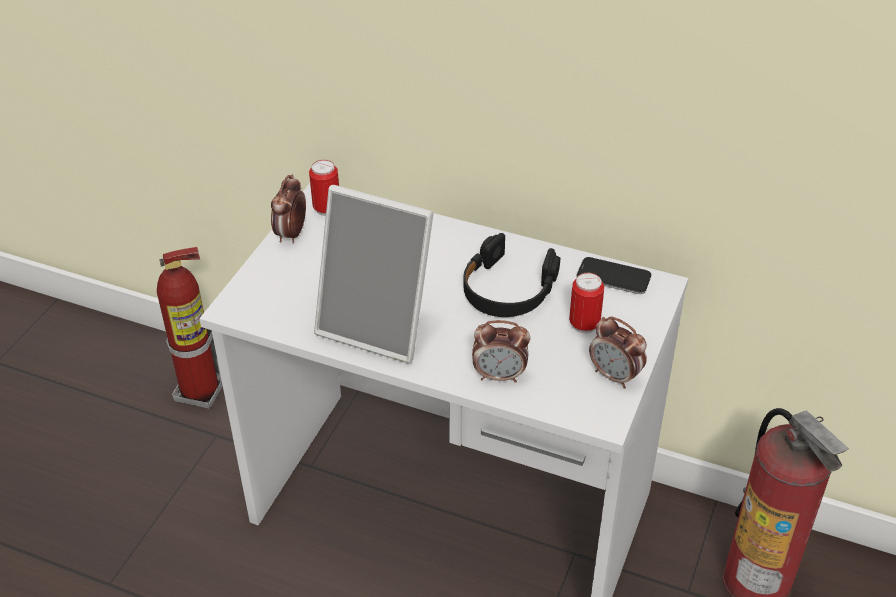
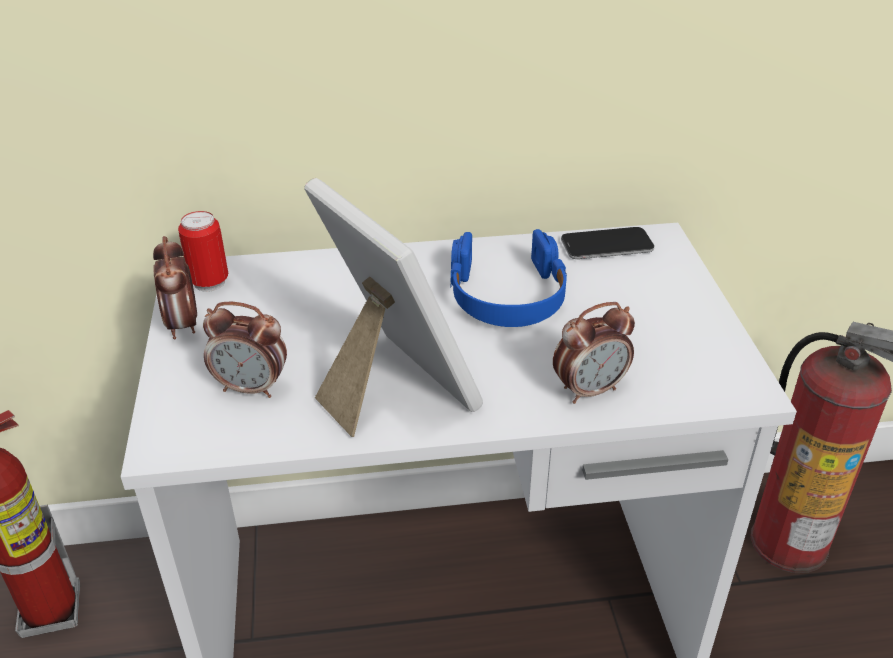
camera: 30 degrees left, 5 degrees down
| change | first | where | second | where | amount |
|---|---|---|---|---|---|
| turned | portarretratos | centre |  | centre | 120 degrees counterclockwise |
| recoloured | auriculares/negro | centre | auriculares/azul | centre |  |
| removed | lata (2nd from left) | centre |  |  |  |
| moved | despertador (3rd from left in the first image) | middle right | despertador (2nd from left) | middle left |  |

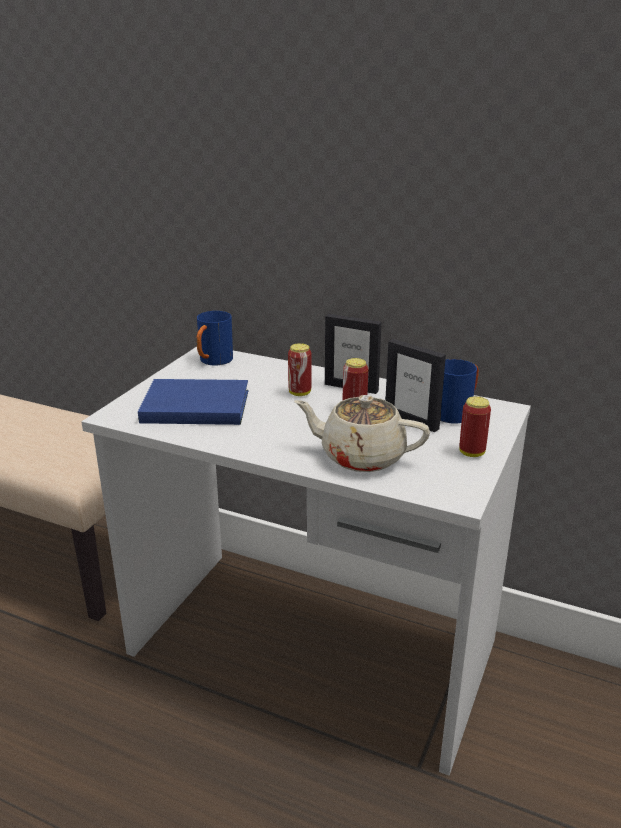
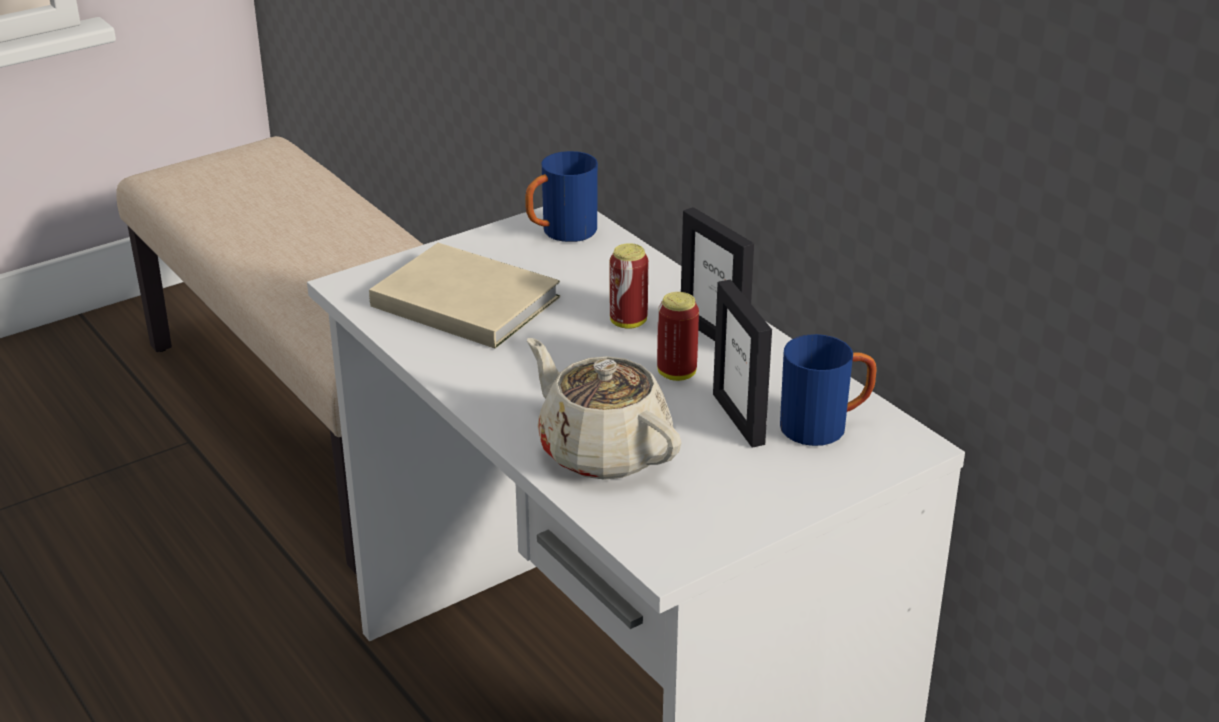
camera: 30 degrees right, 5 degrees up
| change | first | where | second | where | amount |
|---|---|---|---|---|---|
| recoloured | libro/azul | middle left | libro/beis | centre |  |
| removed | lata (3rd from left) | middle right |  |  |  |

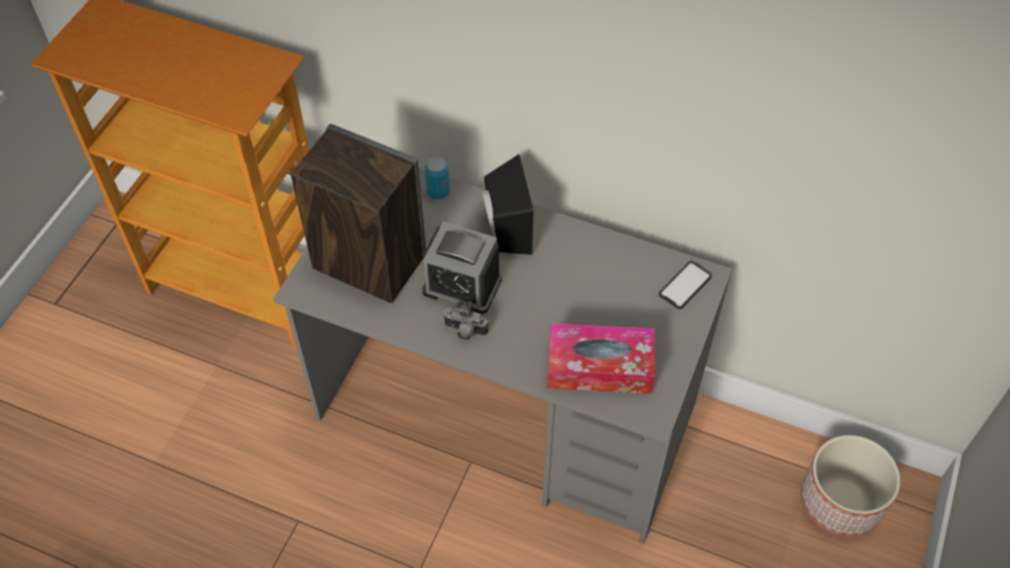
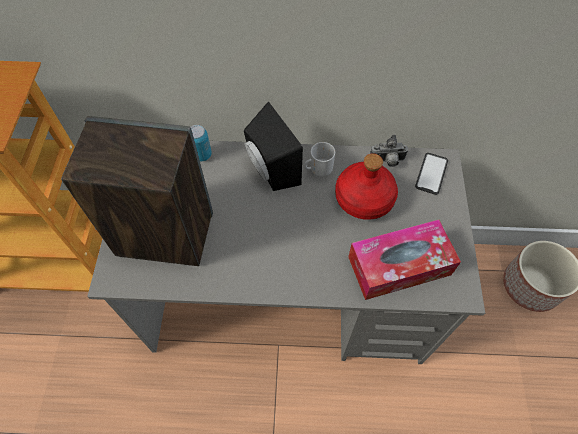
camera: 20 degrees left, 5 degrees up
| change | first | where | second | where | amount |
|---|---|---|---|---|---|
| removed | despertador | centre |  |  |  |
| moved | cámara | centre |  | middle right |  |
| added |  |  | taza grande | centre |  |
| added |  |  | botella/rojo | centre |  |

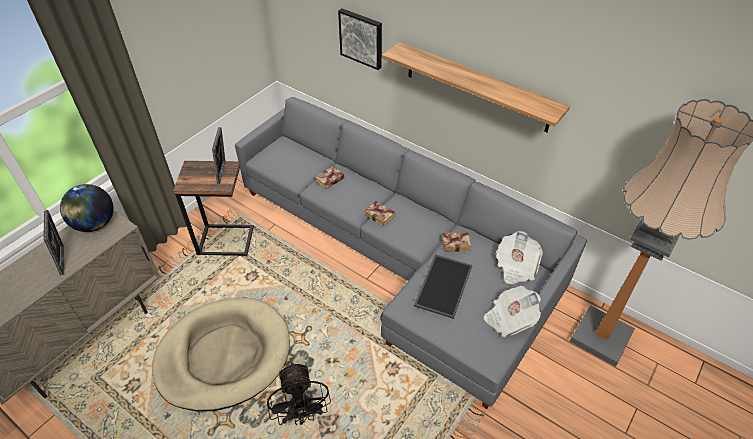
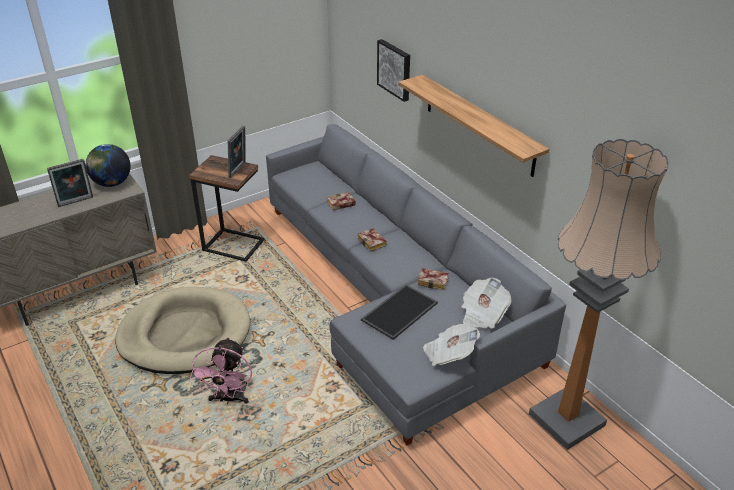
camera: 20 degrees right, 10 degrees down
| change | first | where | second | where | amount |
|---|---|---|---|---|---|
| turned | portarretratos (1st from left) | middle left |  | middle left | 60 degrees clockwise |
| recoloured | ventilador/negro | bottom centre | ventilador/rosa | bottom left |  |

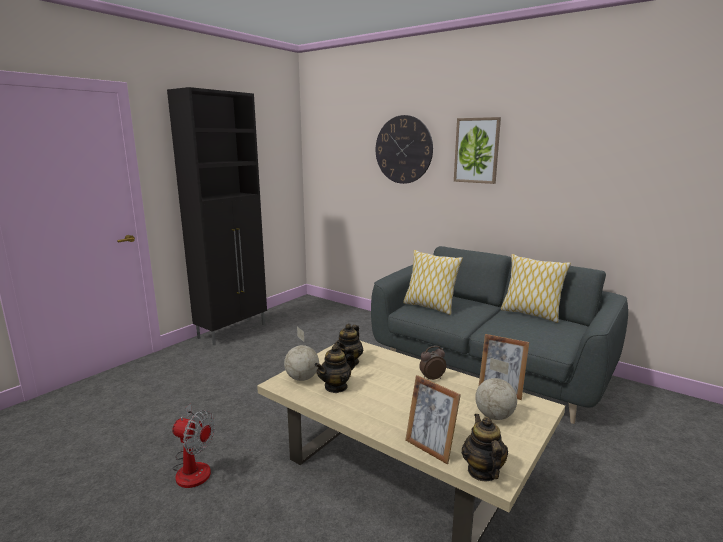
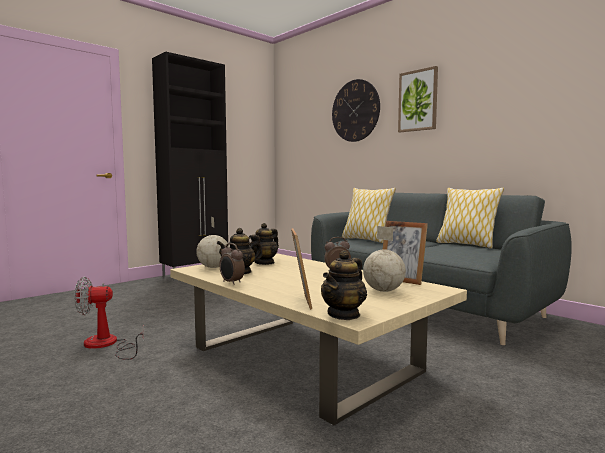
camera: 10 degrees right, 10 degrees down
| change | first | where | second | where | amount |
|---|---|---|---|---|---|
| turned | portarretratos (1st from left) | bottom centre |  | centre | 150 degrees counterclockwise |
| turned | ventilador | bottom left |  | bottom left | 135 degrees clockwise |
| turned | tetera (3rd from left) | bottom right |  | centre | 150 degrees counterclockwise |
| added |  |  | despertador (1st from left) | centre |  |

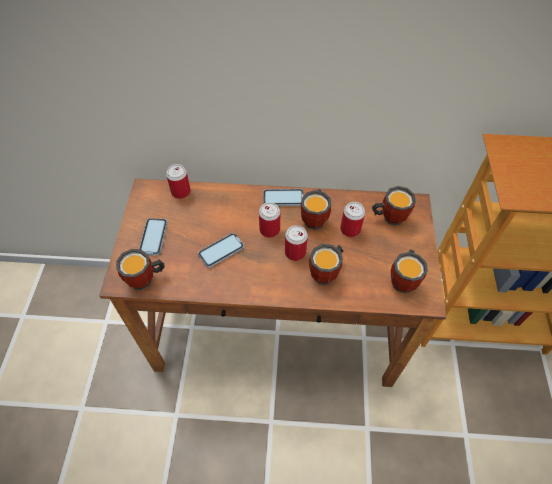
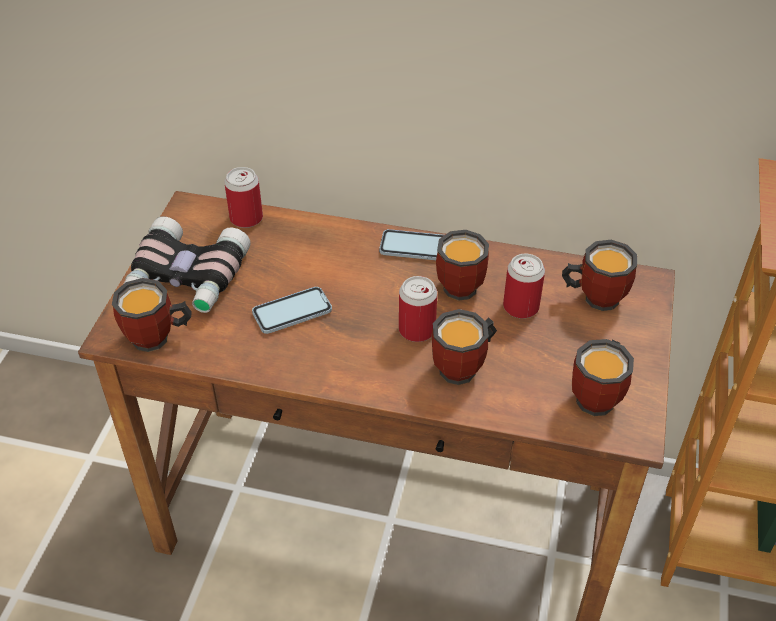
camera: 10 degrees right, 10 degrees down
| change | first | where | second | where | amount |
|---|---|---|---|---|---|
| removed | lata (2nd from left) | centre |  |  |  |
| replaced | móvil (1st from left) | middle left | prismáticos | middle left |  |

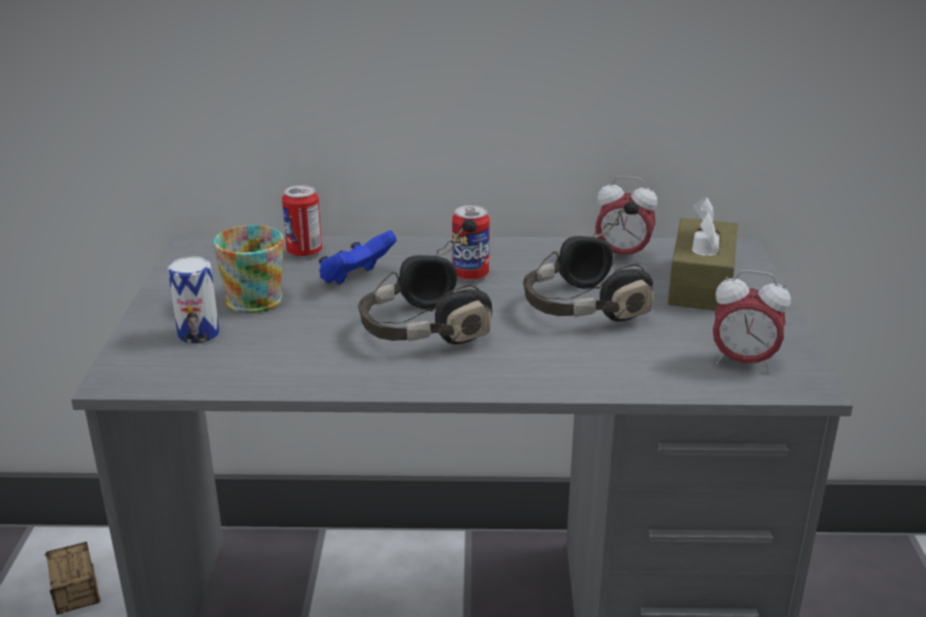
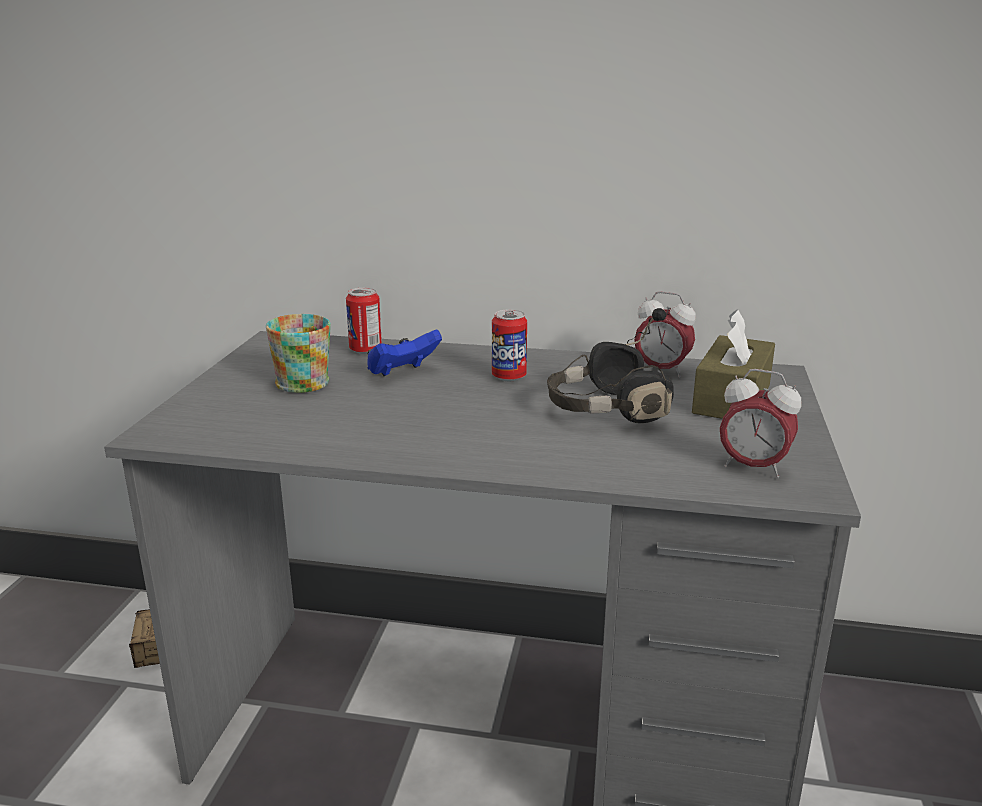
camera: 10 degrees right, 5 degrees down
| change | first | where | second | where | amount |
|---|---|---|---|---|---|
| removed | auriculares/negro (1st from left) | centre |  |  |  |
| removed | lata (1st from left) | middle left |  |  |  |

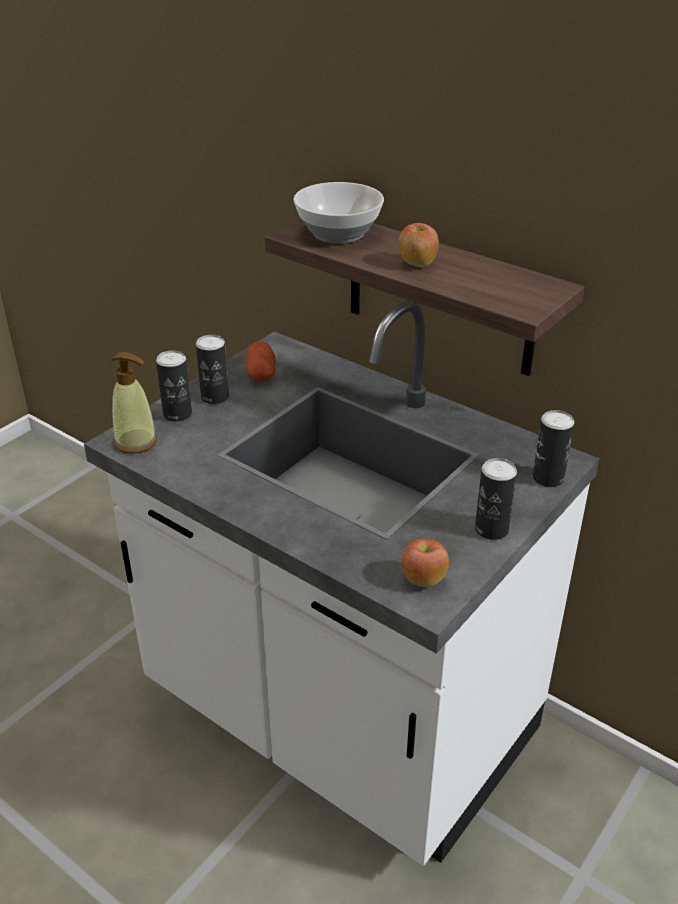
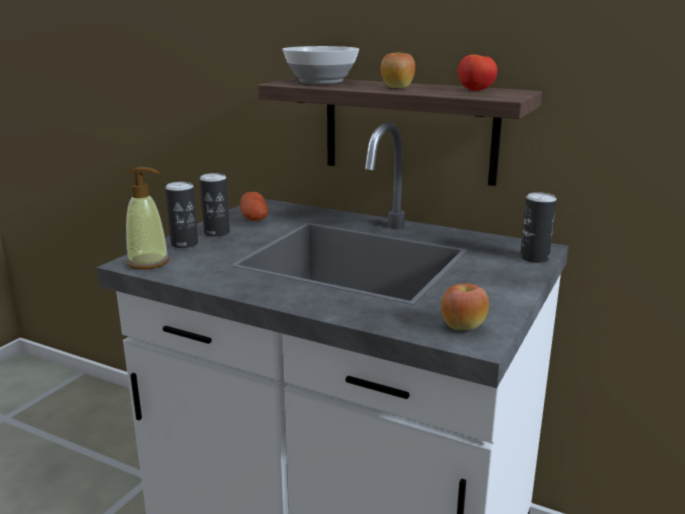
camera: 10 degrees left, 15 degrees down
| change | first | where | second | where | amount |
|---|---|---|---|---|---|
| removed | lata (3rd from left) | middle right |  |  |  |
| added |  |  | tomate | top right |  |

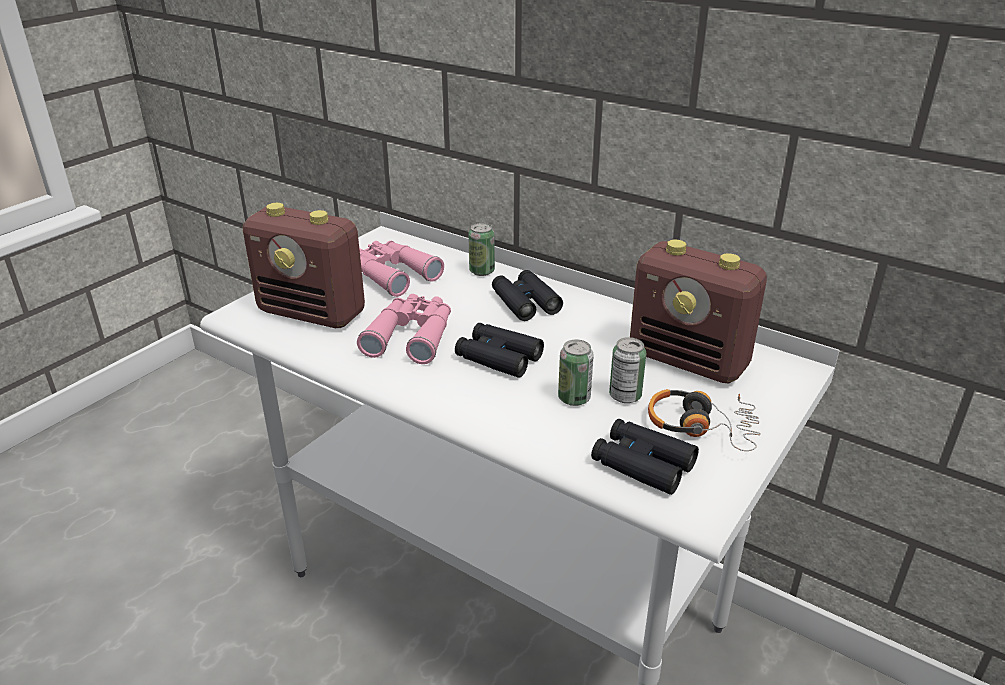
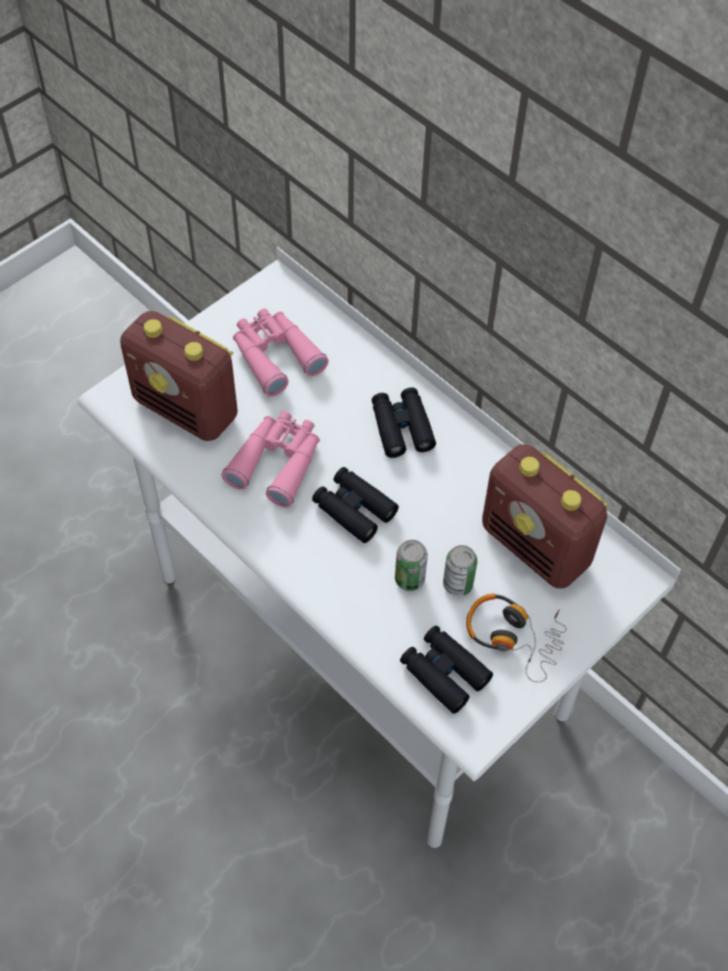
camera: 10 degrees right, 25 degrees up
| change | first | where | second | where | amount |
|---|---|---|---|---|---|
| removed | lata (1st from left) | centre |  |  |  |

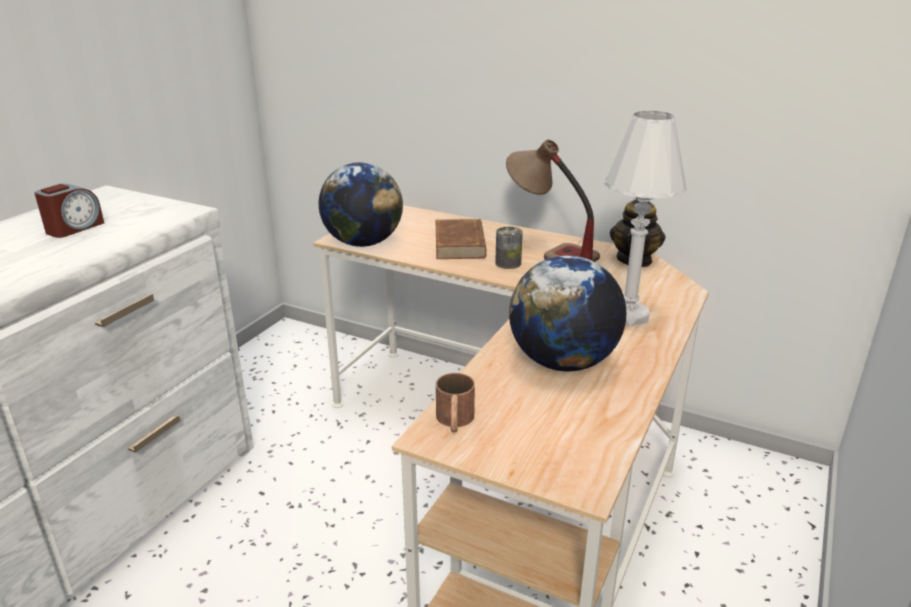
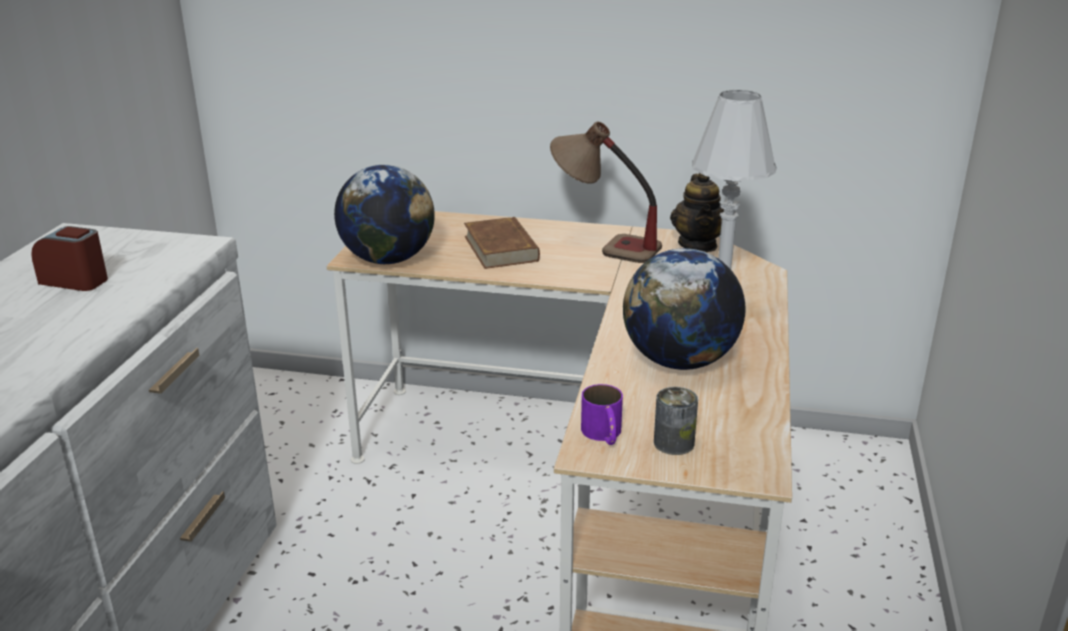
camera: 15 degrees left, 0 degrees up
| change | first | where | second | where | amount |
|---|---|---|---|---|---|
| turned | despertador | middle left |  | middle left | 90 degrees counterclockwise |
| moved | lata | centre |  | bottom centre |  |
| recoloured | taza grande/marrón | centre | taza grande/morado | centre |  |

